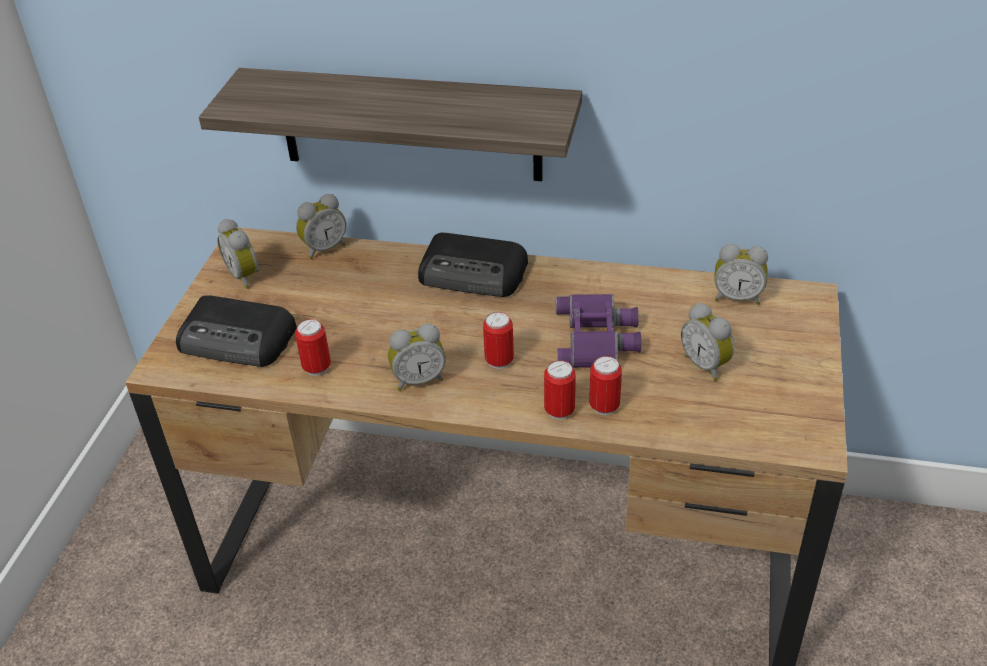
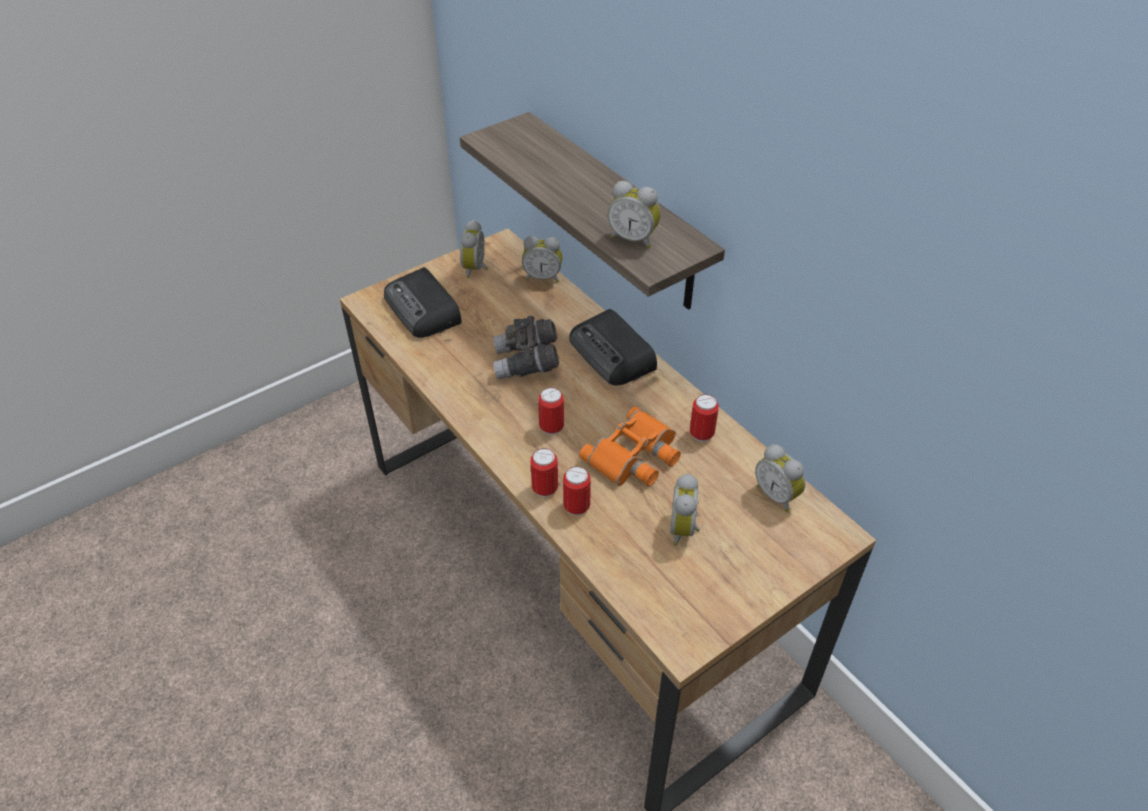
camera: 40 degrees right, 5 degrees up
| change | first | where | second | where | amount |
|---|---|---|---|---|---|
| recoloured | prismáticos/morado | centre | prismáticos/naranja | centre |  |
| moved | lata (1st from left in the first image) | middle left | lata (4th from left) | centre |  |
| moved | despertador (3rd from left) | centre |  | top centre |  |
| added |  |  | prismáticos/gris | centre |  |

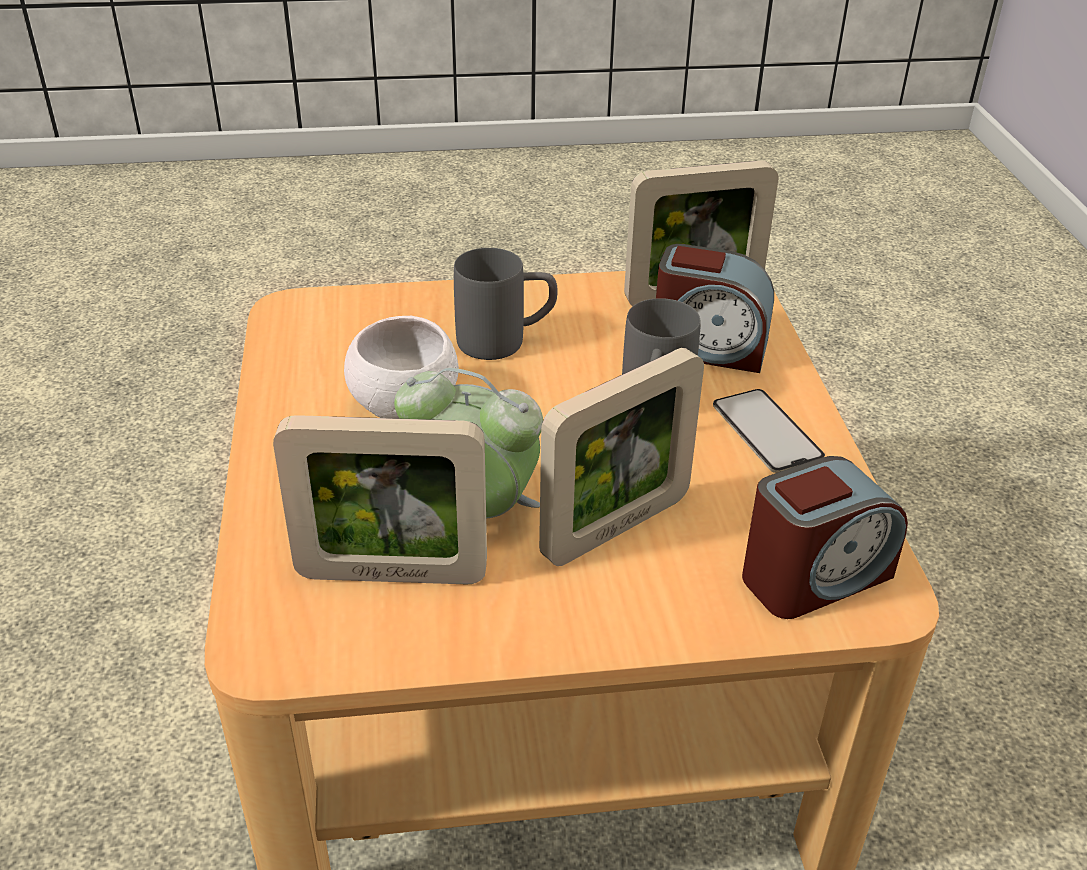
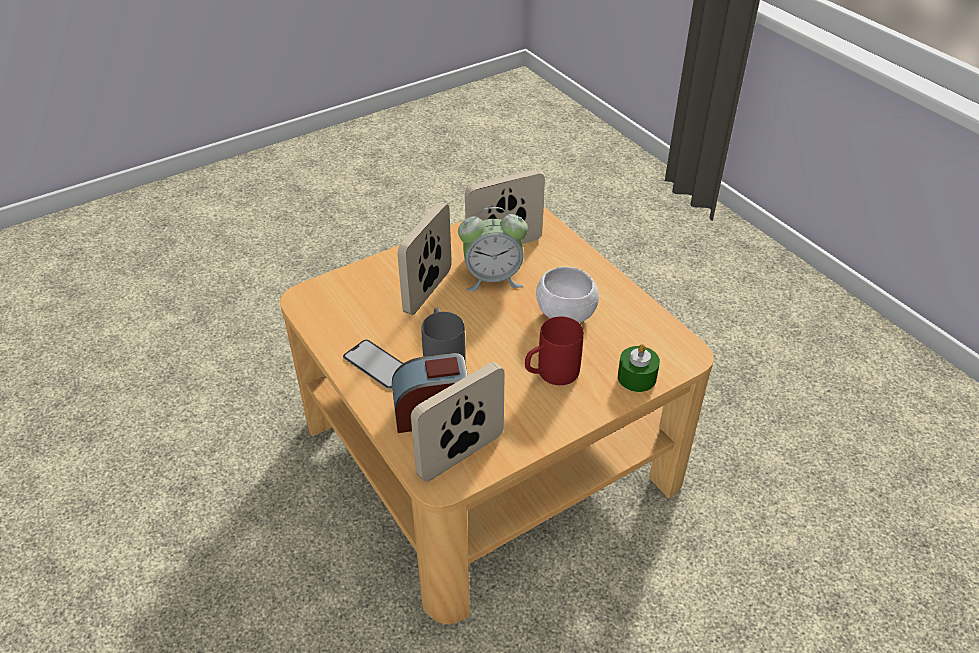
camera: 155 degrees right, 5 degrees up
| change | first | where | second | where | amount |
|---|---|---|---|---|---|
| recoloured | taza grande/gris (1st from left) | centre | taza grande/rojo | centre |  |
| removed | despertador (3rd from left) | middle right |  |  |  |
| added |  |  | vela/verde | centre |  |

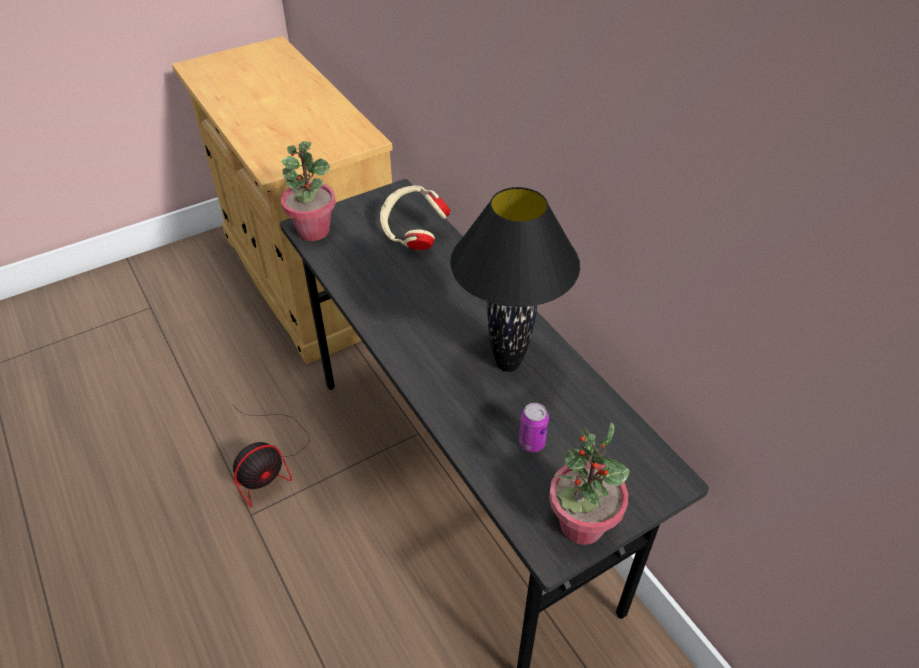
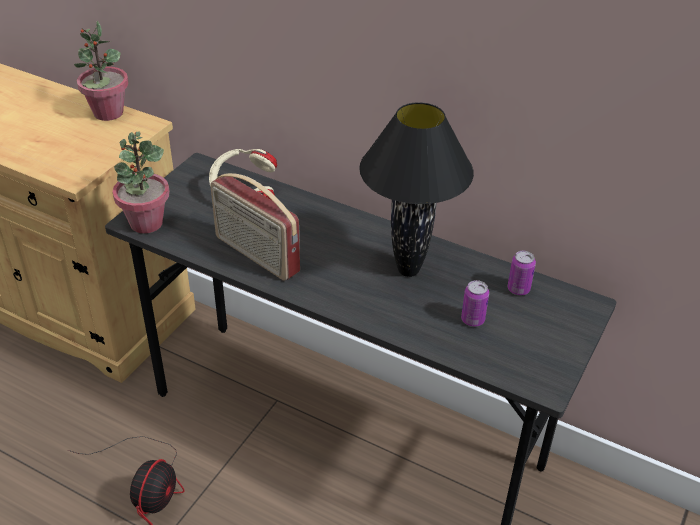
camera: 30 degrees left, 5 degrees down
| change | first | where | second | where | amount |
|---|---|---|---|---|---|
| moved | planta en maceta (2nd from left in the first image) | bottom centre | planta en maceta (1st from left) | top left |  |
| added |  |  | radio | centre |  |
| added |  |  | lata (2nd from left) | middle right |  |

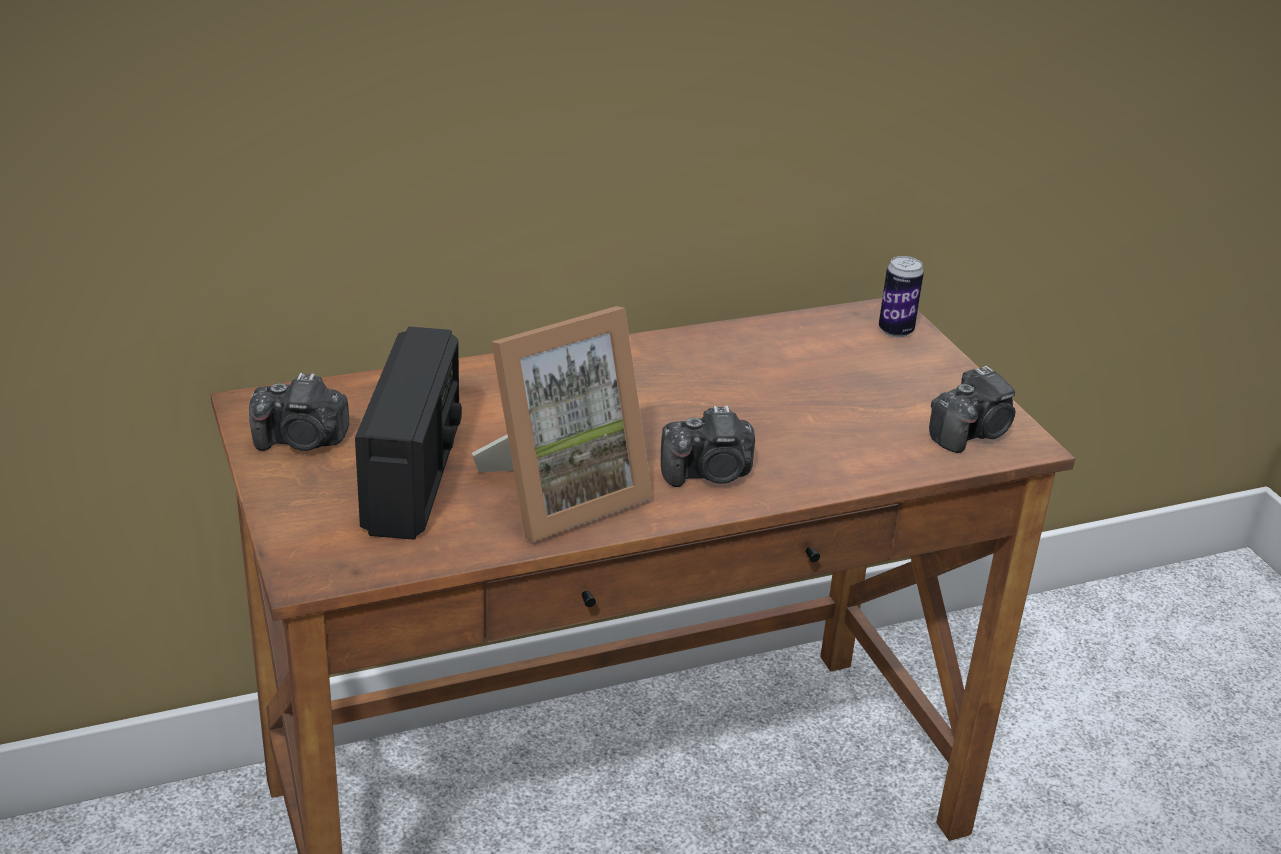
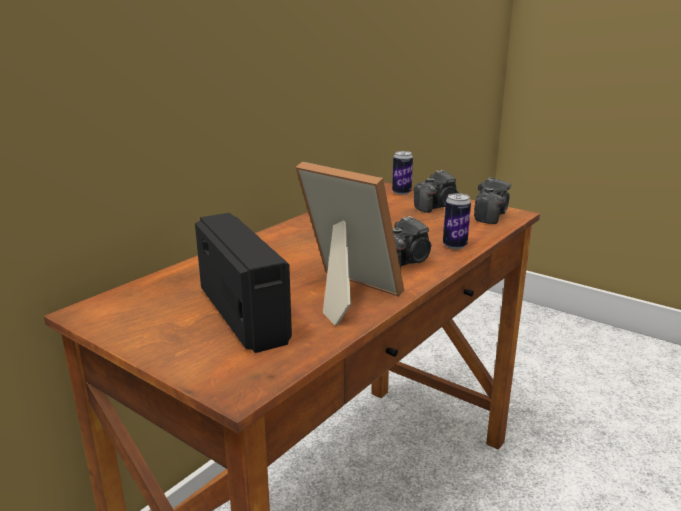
camera: 30 degrees left, 10 degrees down
| change | first | where | second | where | amount |
|---|---|---|---|---|---|
| turned | portarretratos | centre |  | centre | 75 degrees counterclockwise |
| moved | cámara (1st from left in the first image) | middle left | cámara (2nd from left) | centre |  |
| added |  |  | lata (2nd from left) | middle right |  |

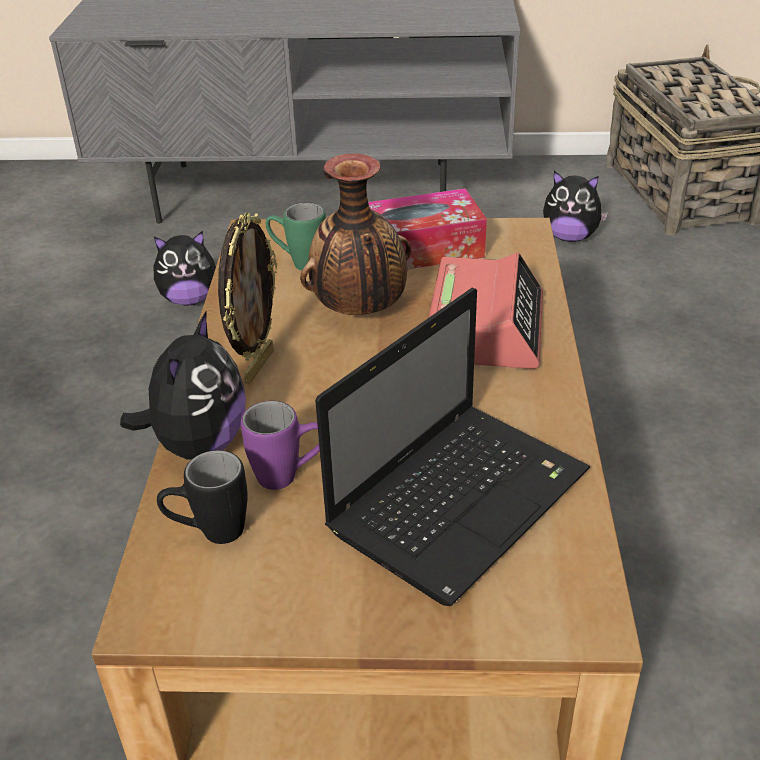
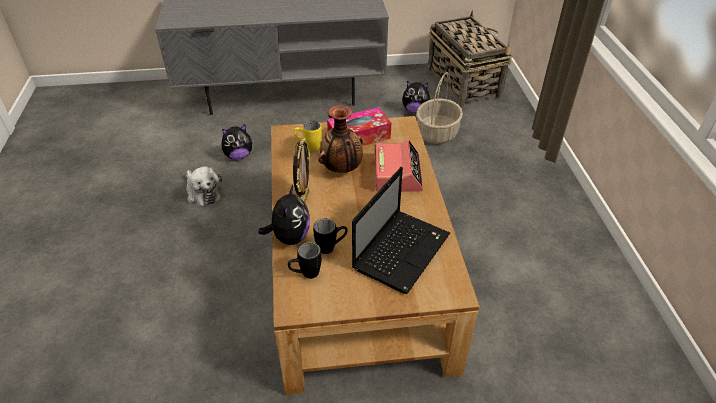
camera: 10 degrees left, 5 degrees up
| change | first | where | second | where | amount |
|---|---|---|---|---|---|
| recoloured | taza grande/verde | top centre | taza grande/amarillo | centre |  |
| recoloured | taza grande/morado | centre | taza grande/negro (2nd from left) | centre |  |
| added |  |  | cesta (1st from left) | top centre |  |
| added |  |  | peluche (1st from left) | middle left |  |

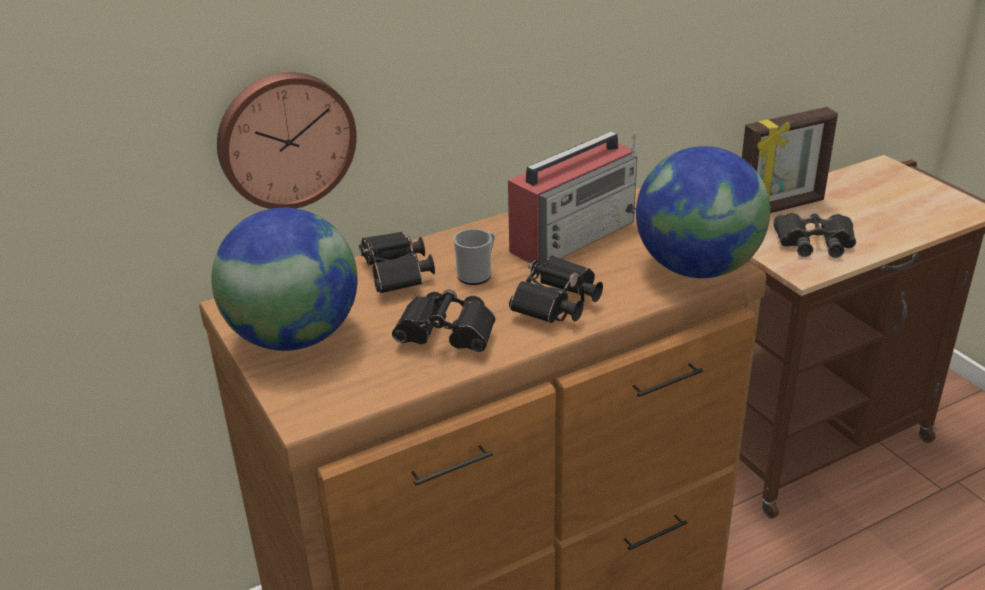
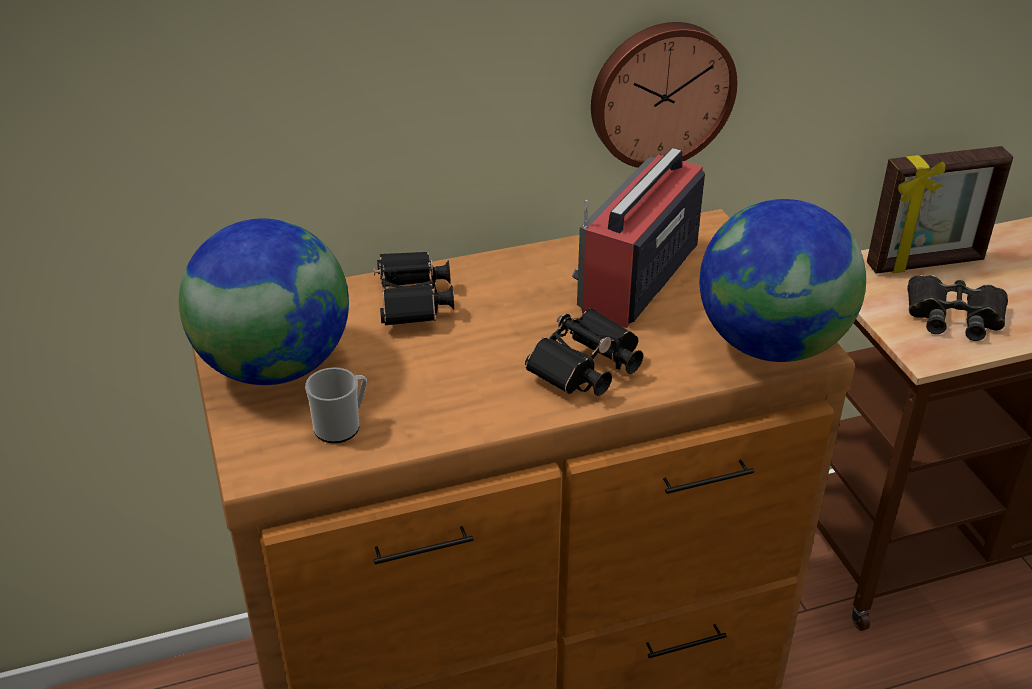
camera: 10 degrees right, 5 degrees up
| change | first | where | second | where | amount |
|---|---|---|---|---|---|
| moved | reloj de pared | top left |  | top centre |  |
| turned | radio | centre |  | centre | 150 degrees clockwise |
| moved | taza grande | centre |  | middle left |  |
| removed | prismáticos/negro (2nd from left) | centre |  |  |  |

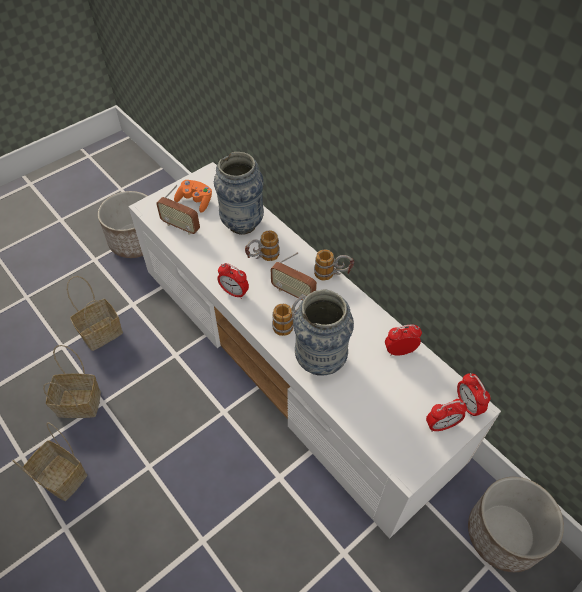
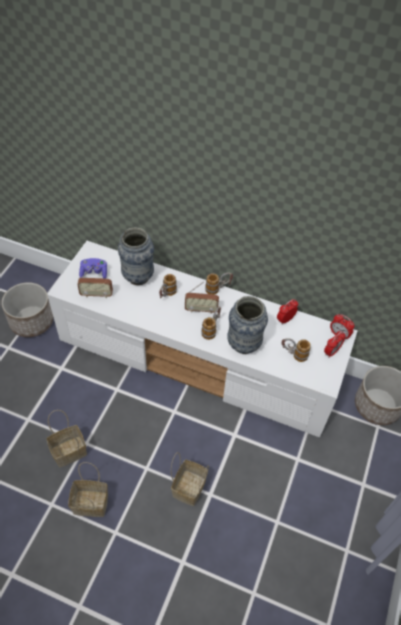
camera: 30 degrees left, 0 degrees up
| change | first | where | second | where | amount |
|---|---|---|---|---|---|
| recoloured | mando de consola/naranja | top left | mando de consola/morado | middle left |  |
| removed | despertador (1st from left) | centre |  |  |  |
| moved | cesta (3rd from left) | middle left |  | bottom centre |  |
| added |  |  | taza grande (4th from left) | middle right |  |

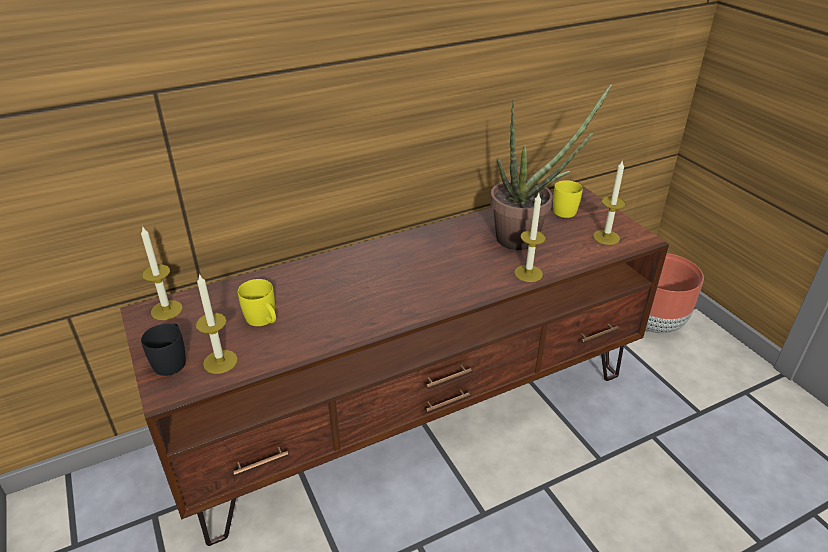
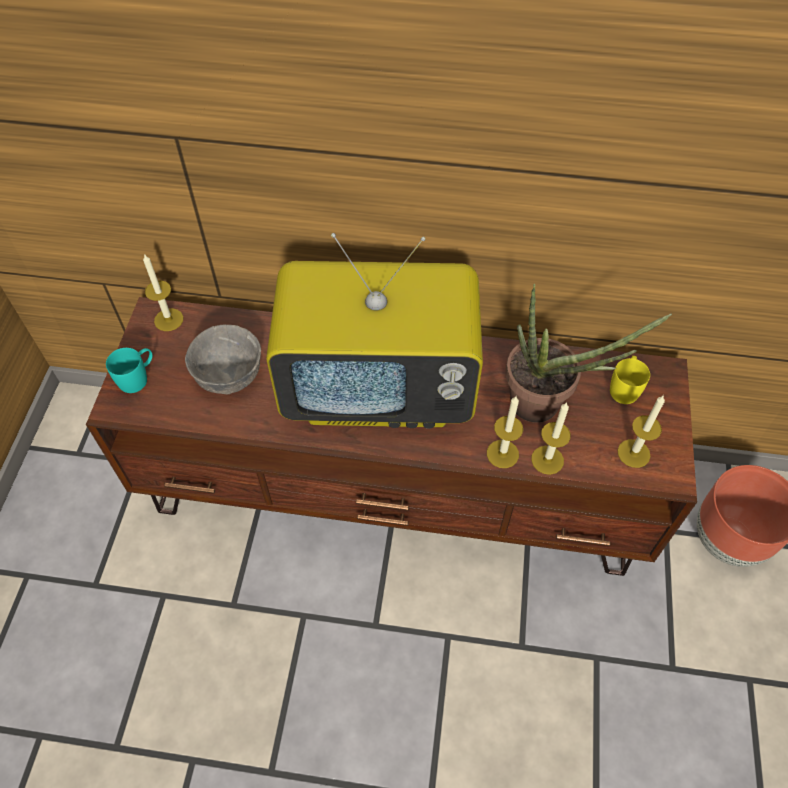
camera: 35 degrees right, 20 degrees up
| change | first | where | second | where | amount |
|---|---|---|---|---|---|
| moved | vela (2nd from left in the first image) | middle left | vela (3rd from left) | middle right |  |
| replaced | taza grande/amarillo (1st from left) | middle left | cuenco/gris | middle left |  |
| recoloured | taza grande/negro | middle left | taza grande/turquesa | middle left |  |
| added |  |  | televisor | centre |  |

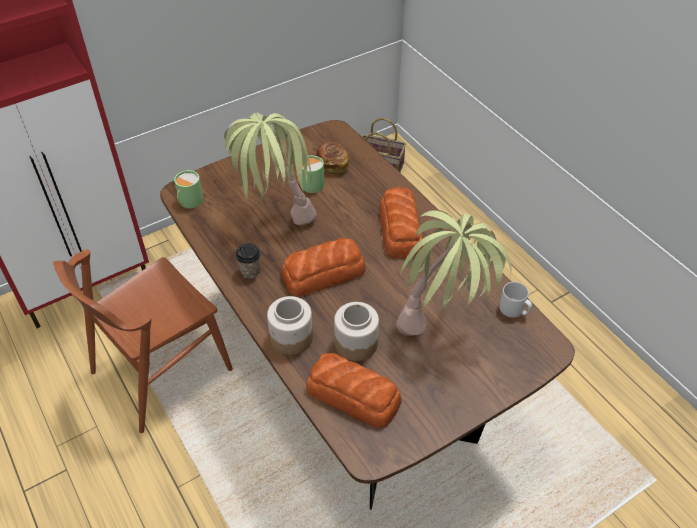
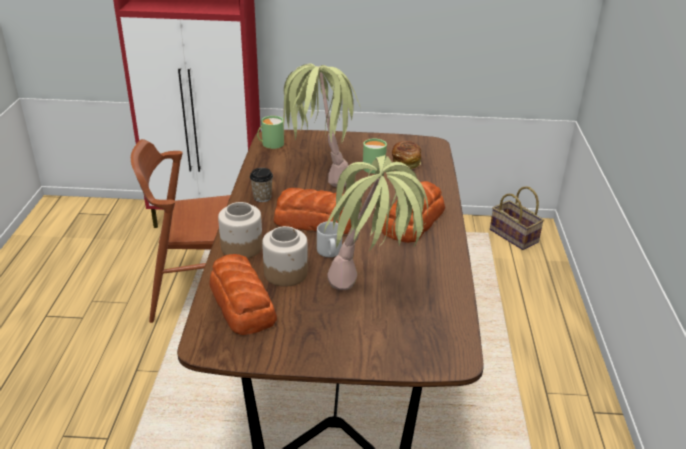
camera: 35 degrees right, 15 degrees down
| change | first | where | second | where | amount |
|---|---|---|---|---|---|
| moved | taza grande/gris | middle right |  | centre |  |

